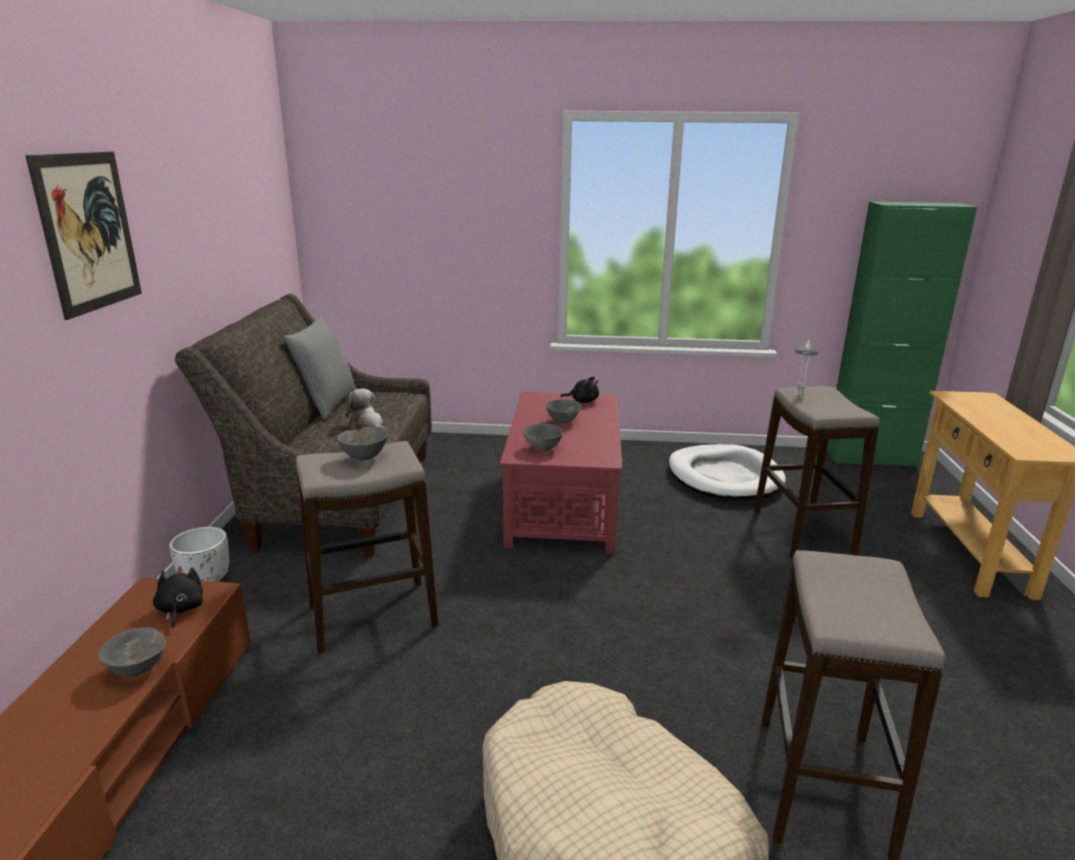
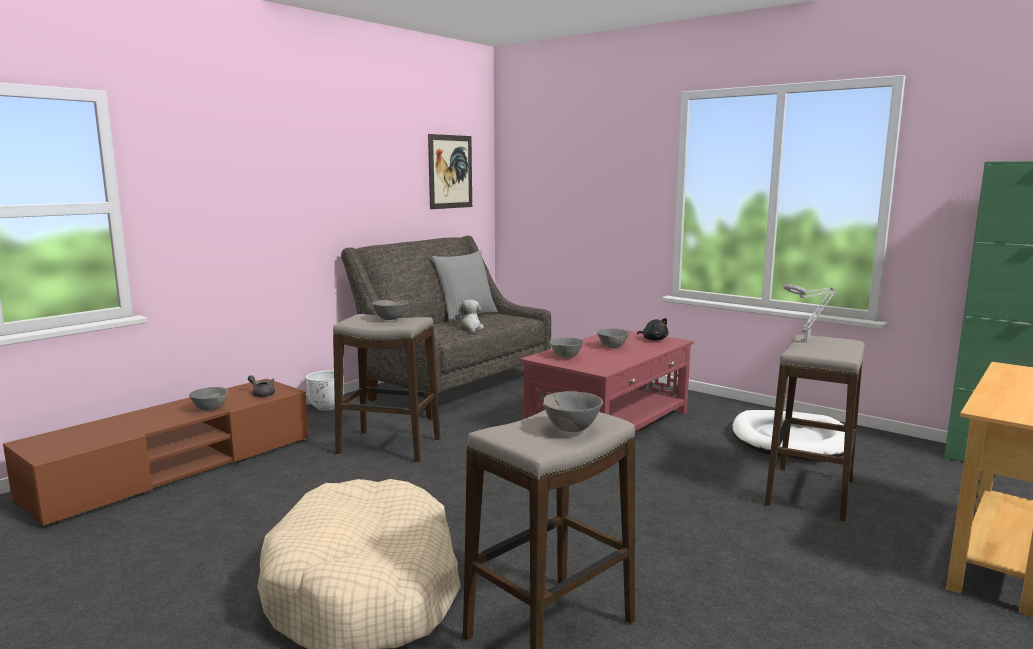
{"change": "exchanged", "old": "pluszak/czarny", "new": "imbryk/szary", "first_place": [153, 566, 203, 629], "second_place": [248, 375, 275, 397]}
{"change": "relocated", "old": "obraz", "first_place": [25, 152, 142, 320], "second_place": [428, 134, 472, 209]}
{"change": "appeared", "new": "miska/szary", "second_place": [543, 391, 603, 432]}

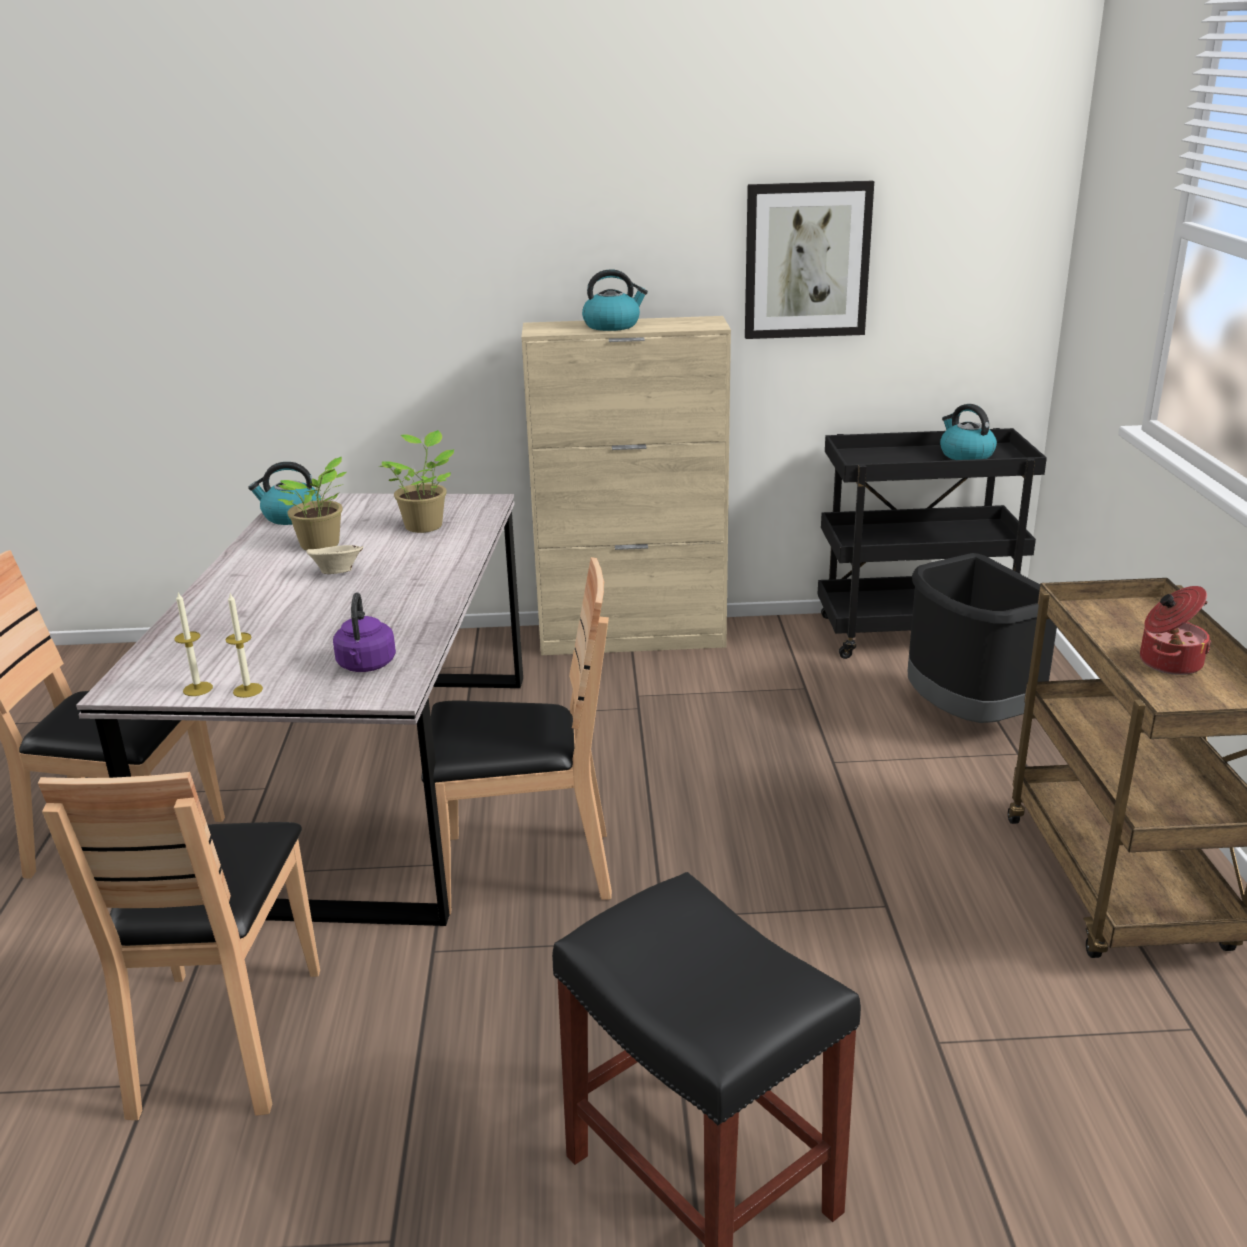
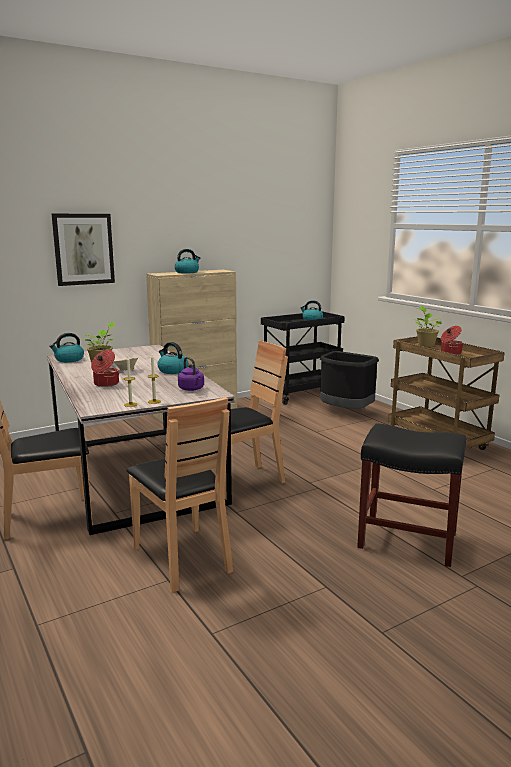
{"change": "relocated", "old": "obraz", "first_place": [745, 181, 874, 339], "second_place": [52, 214, 115, 286]}
{"change": "appeared", "new": "garnek", "second_place": [91, 350, 119, 387]}
{"change": "appeared", "new": "czajnik", "second_place": [158, 342, 189, 374]}
{"change": "relocated", "old": "roślina doniczkowa", "first_place": [379, 430, 455, 533], "second_place": [414, 306, 442, 347]}

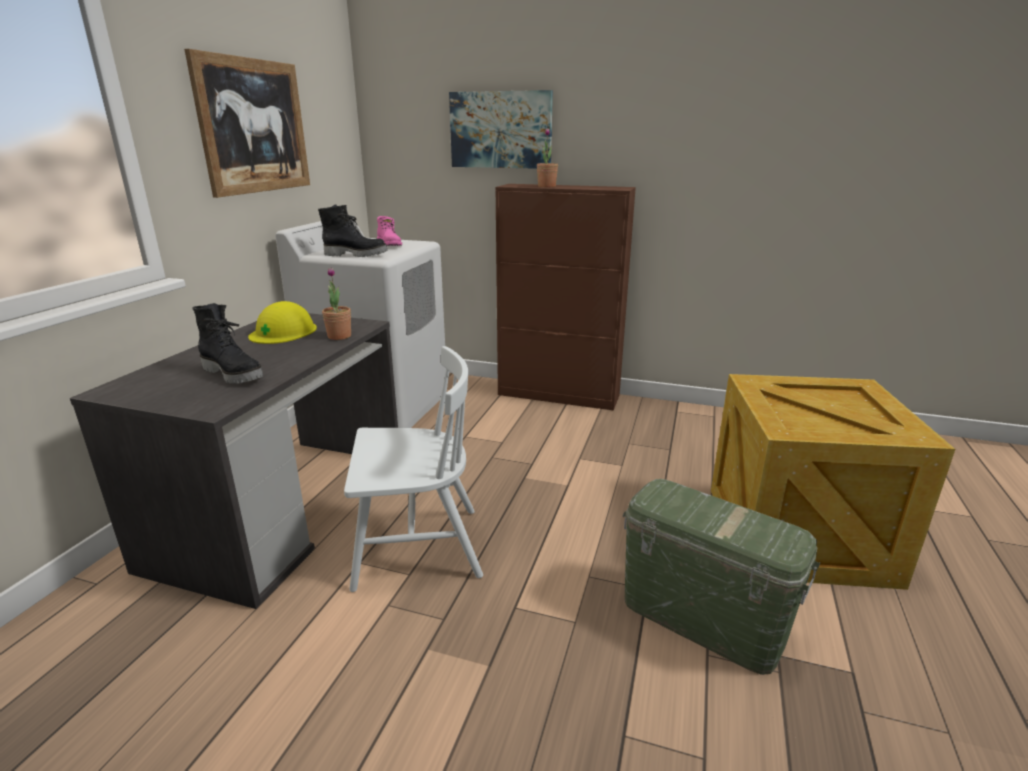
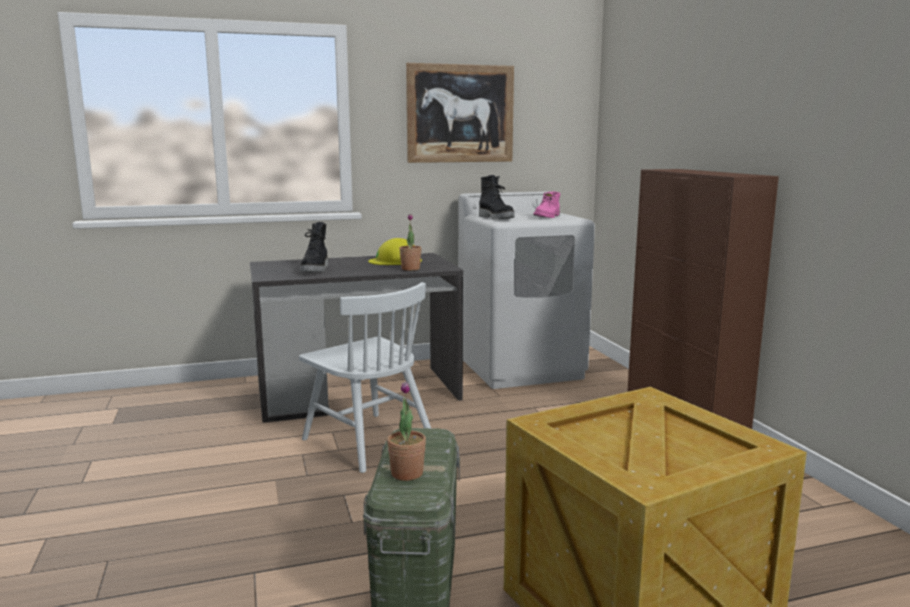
{"change": "relocated", "old": "roślina doniczkowa", "first_place": [537, 128, 558, 187], "second_place": [387, 381, 426, 481]}
{"change": "missing", "old": "obraz", "first_place": [449, 90, 553, 169]}

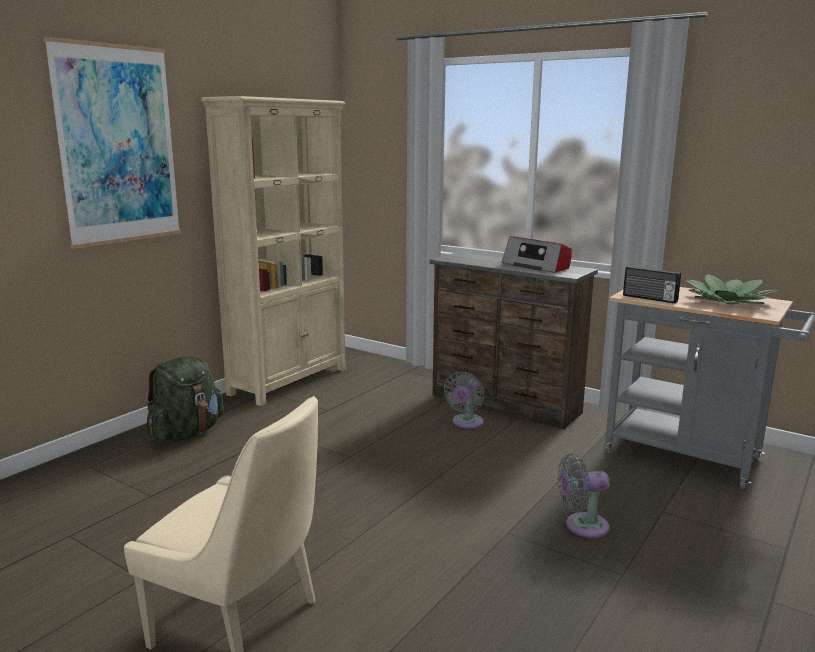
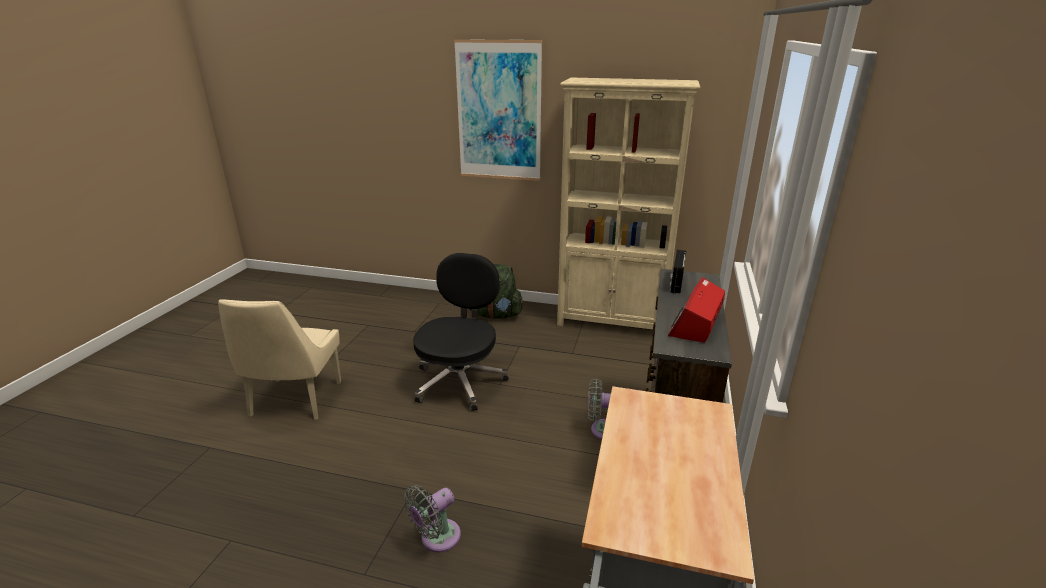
{"change": "spun", "old": "wentylator/szary", "first_place": [558, 454, 610, 538], "second_place": [404, 485, 461, 553], "degrees": -105}
{"change": "appeared", "new": "krzesło biurowe/czarny", "second_place": [413, 253, 509, 411]}
{"change": "relocated", "old": "radio", "first_place": [623, 266, 681, 303], "second_place": [670, 250, 686, 293]}
{"change": "missing", "old": "roślina doniczkowa", "first_place": [684, 273, 782, 304]}

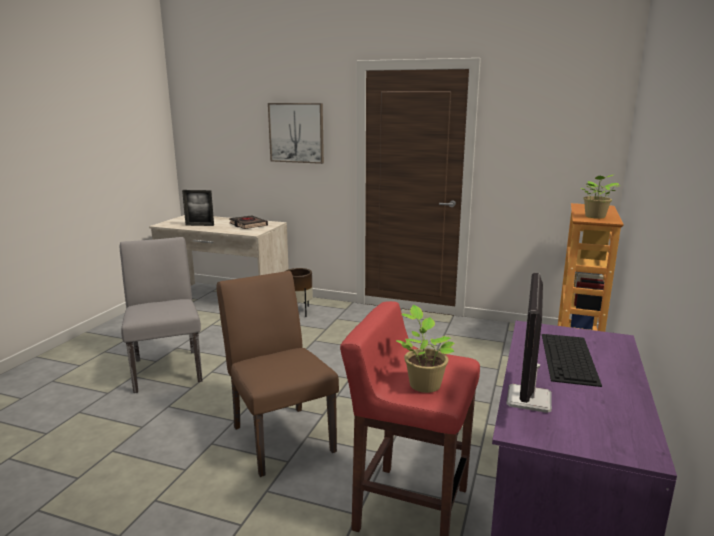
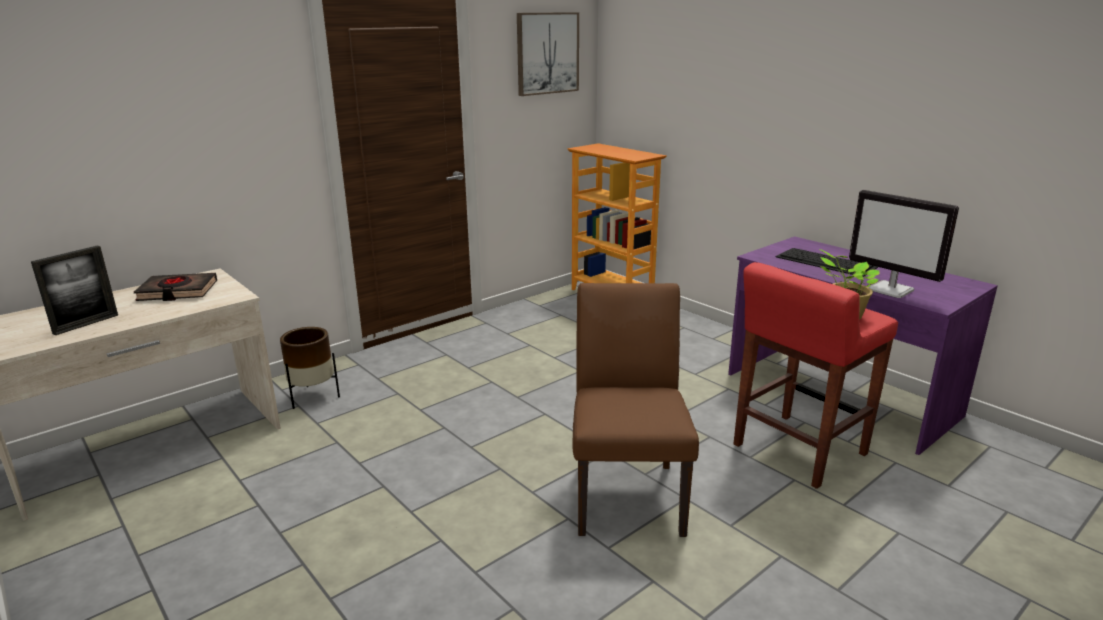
{"change": "relocated", "old": "obraz", "first_place": [268, 103, 324, 164], "second_place": [517, 12, 579, 96]}
{"change": "spun", "old": "krzesło/brązowy", "first_place": [217, 271, 339, 477], "second_place": [572, 283, 699, 537], "degrees": 90}
{"change": "missing", "old": "krzesło/szary", "first_place": [120, 237, 203, 393]}
{"change": "missing", "old": "roślina doniczkowa", "first_place": [581, 174, 622, 219]}

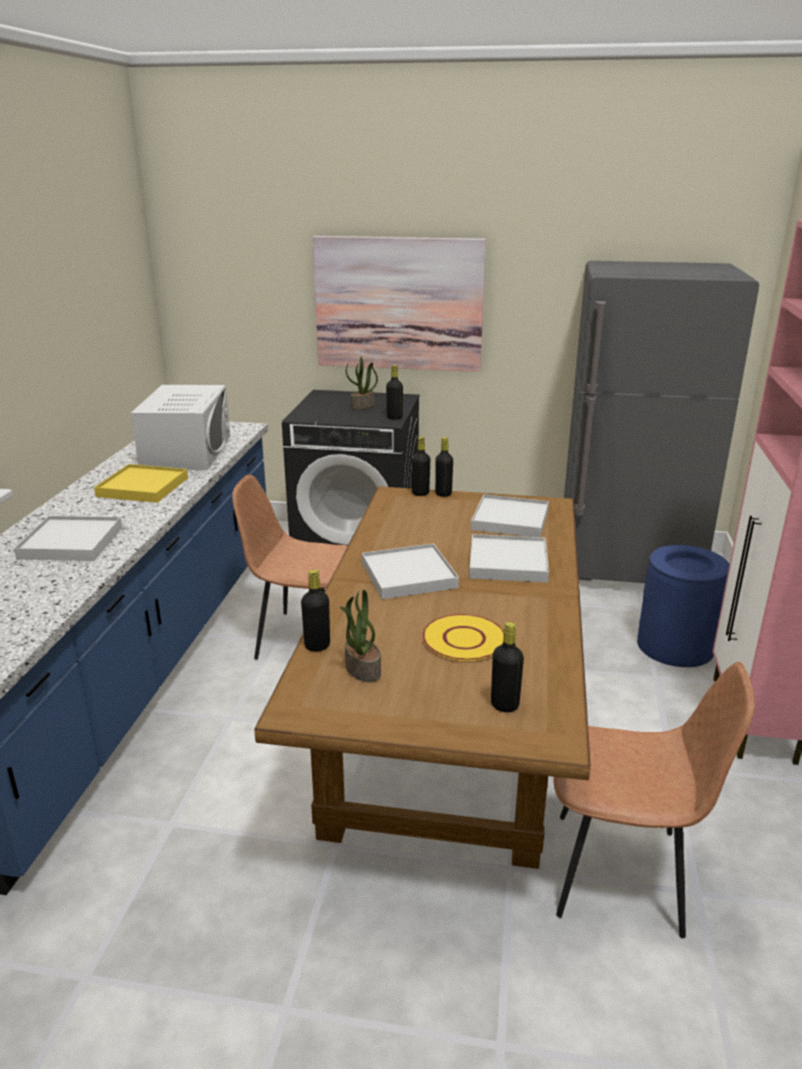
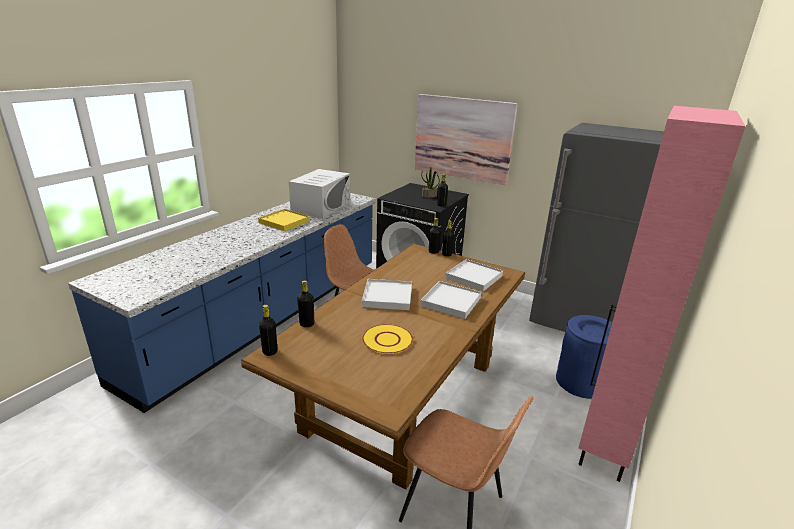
{"change": "relocated", "old": "butelka/czarny", "first_place": [491, 622, 524, 712], "second_place": [259, 305, 277, 356]}
{"change": "missing", "old": "taca/biały", "first_place": [14, 516, 122, 561]}
{"change": "missing", "old": "roślina doniczkowa", "first_place": [340, 590, 381, 682]}

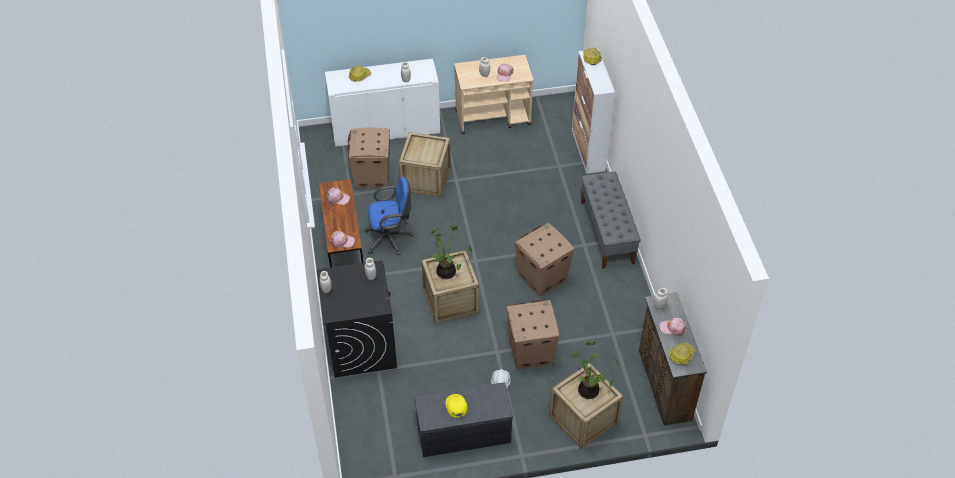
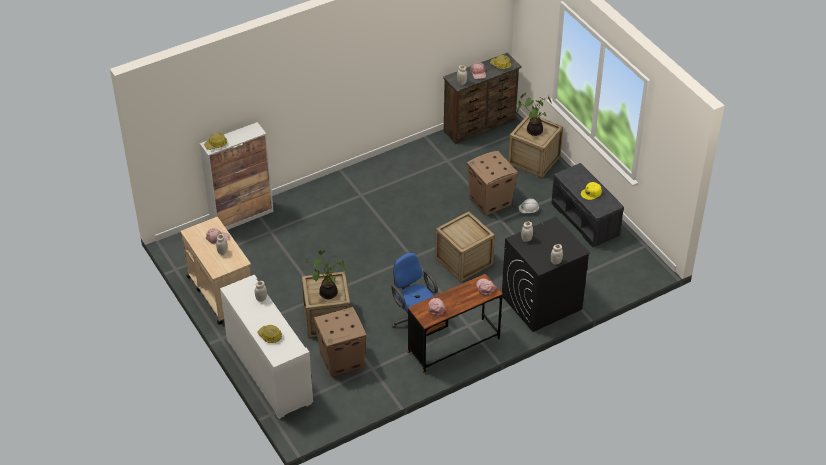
{"change": "relocated", "old": "roślina doniczkowa", "first_place": [431, 224, 473, 279], "second_place": [303, 250, 345, 299]}
{"change": "missing", "old": "karton", "first_place": [515, 223, 574, 297]}
{"change": "missing", "old": "ławka/szary", "first_place": [581, 172, 641, 269]}

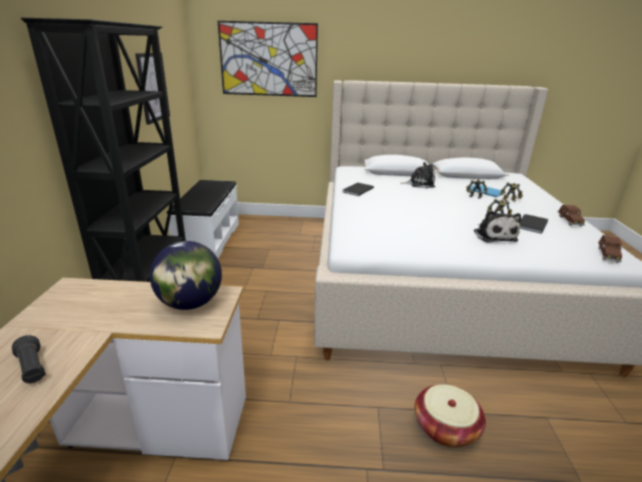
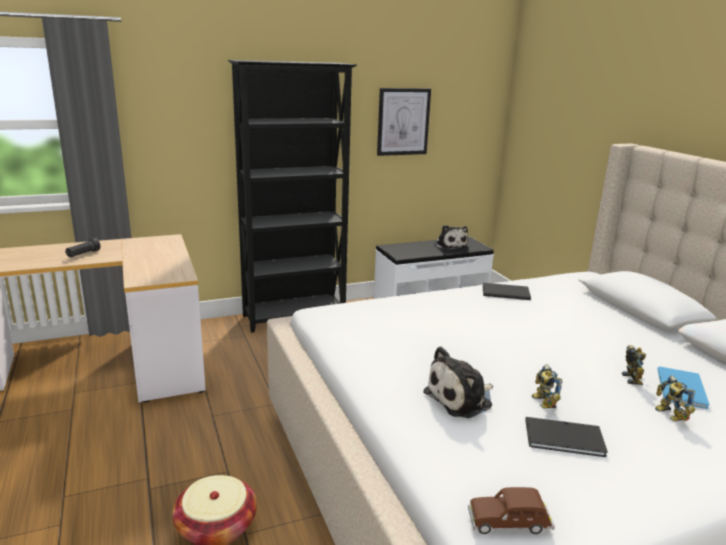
{"change": "relocated", "old": "pluszak", "first_place": [400, 162, 435, 188], "second_place": [434, 225, 468, 250]}
{"change": "missing", "old": "globus", "first_place": [150, 241, 222, 310]}
{"change": "missing", "old": "obraz", "first_place": [218, 21, 318, 97]}
{"change": "missing", "old": "samochodzik/brązowy", "first_place": [558, 205, 585, 226]}

